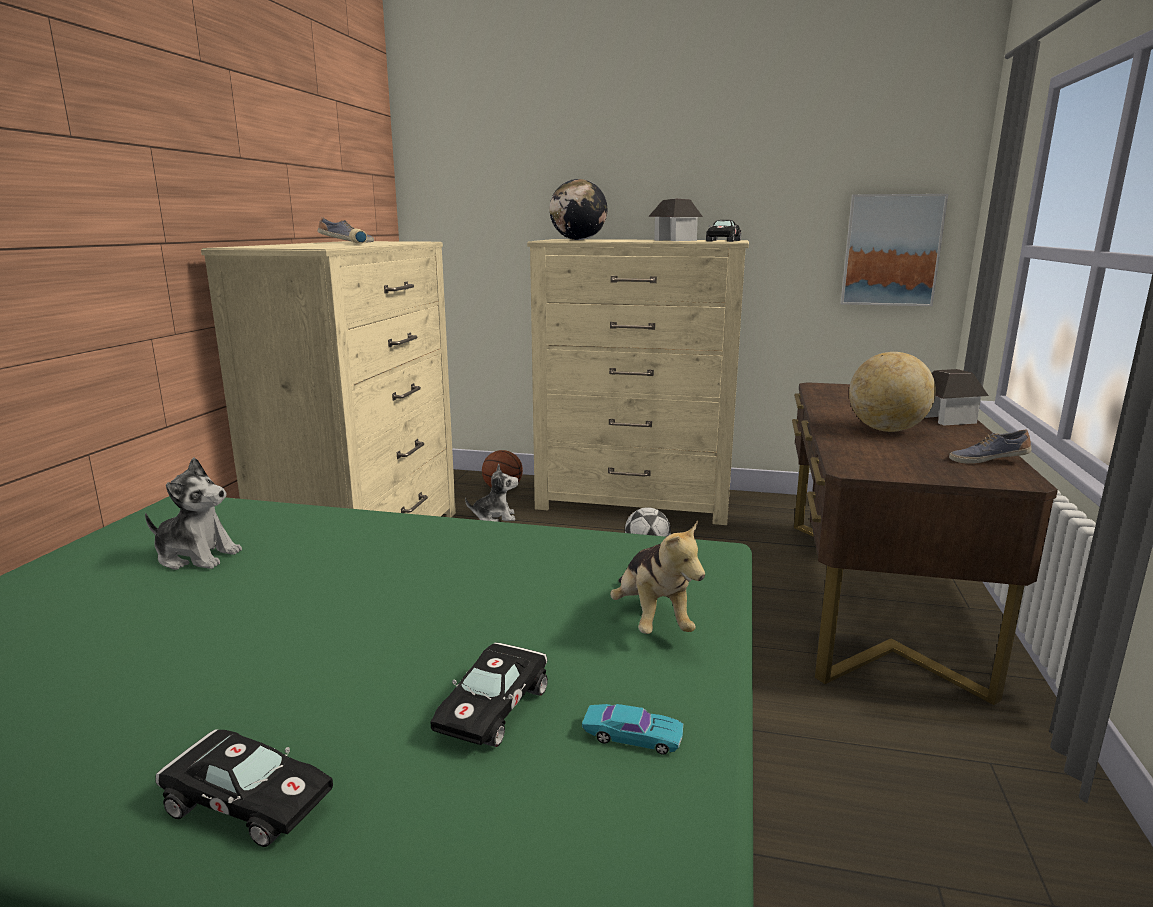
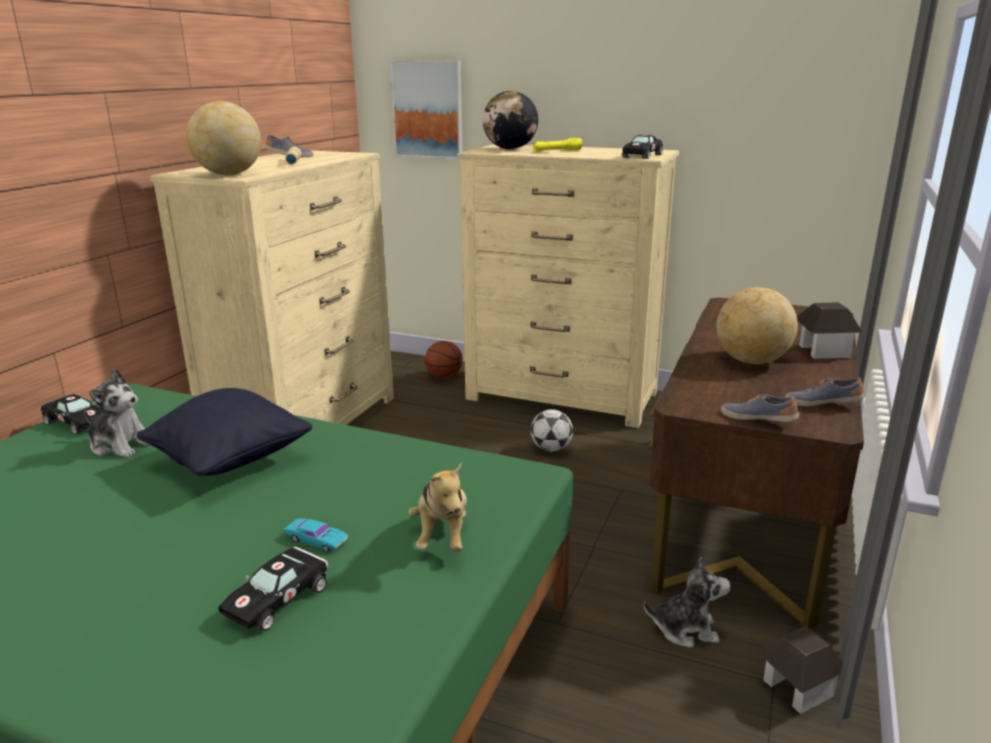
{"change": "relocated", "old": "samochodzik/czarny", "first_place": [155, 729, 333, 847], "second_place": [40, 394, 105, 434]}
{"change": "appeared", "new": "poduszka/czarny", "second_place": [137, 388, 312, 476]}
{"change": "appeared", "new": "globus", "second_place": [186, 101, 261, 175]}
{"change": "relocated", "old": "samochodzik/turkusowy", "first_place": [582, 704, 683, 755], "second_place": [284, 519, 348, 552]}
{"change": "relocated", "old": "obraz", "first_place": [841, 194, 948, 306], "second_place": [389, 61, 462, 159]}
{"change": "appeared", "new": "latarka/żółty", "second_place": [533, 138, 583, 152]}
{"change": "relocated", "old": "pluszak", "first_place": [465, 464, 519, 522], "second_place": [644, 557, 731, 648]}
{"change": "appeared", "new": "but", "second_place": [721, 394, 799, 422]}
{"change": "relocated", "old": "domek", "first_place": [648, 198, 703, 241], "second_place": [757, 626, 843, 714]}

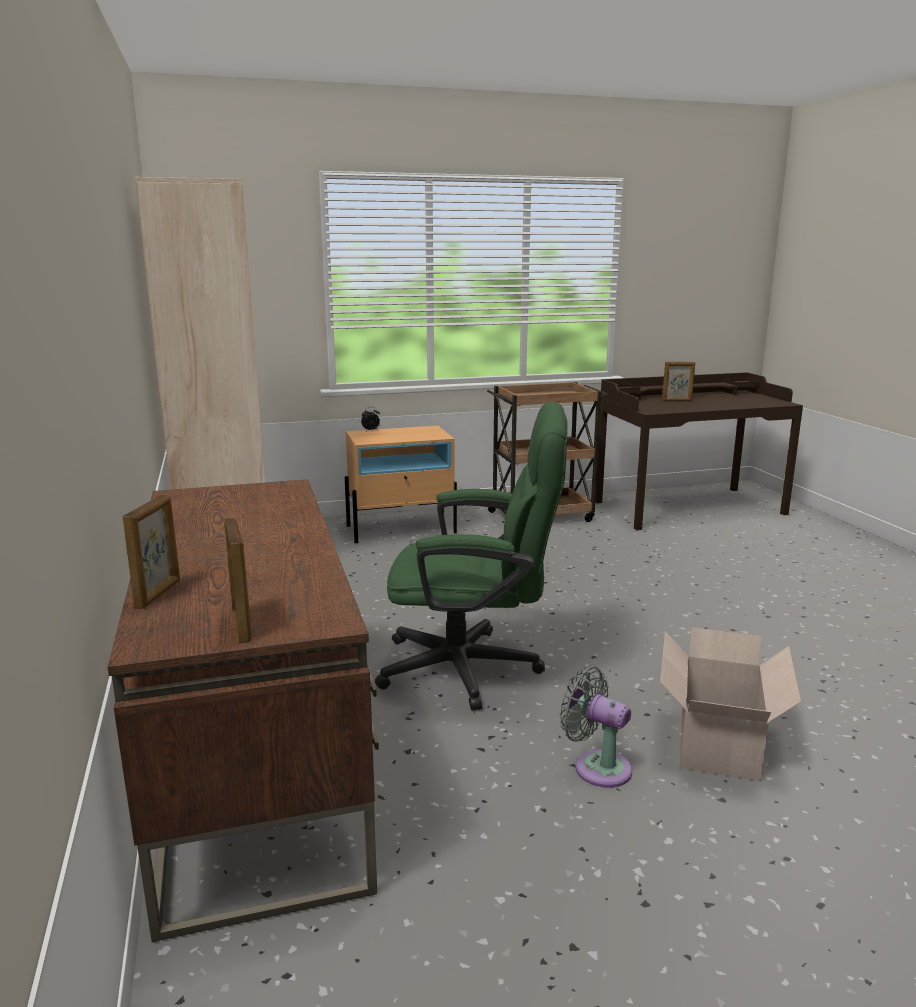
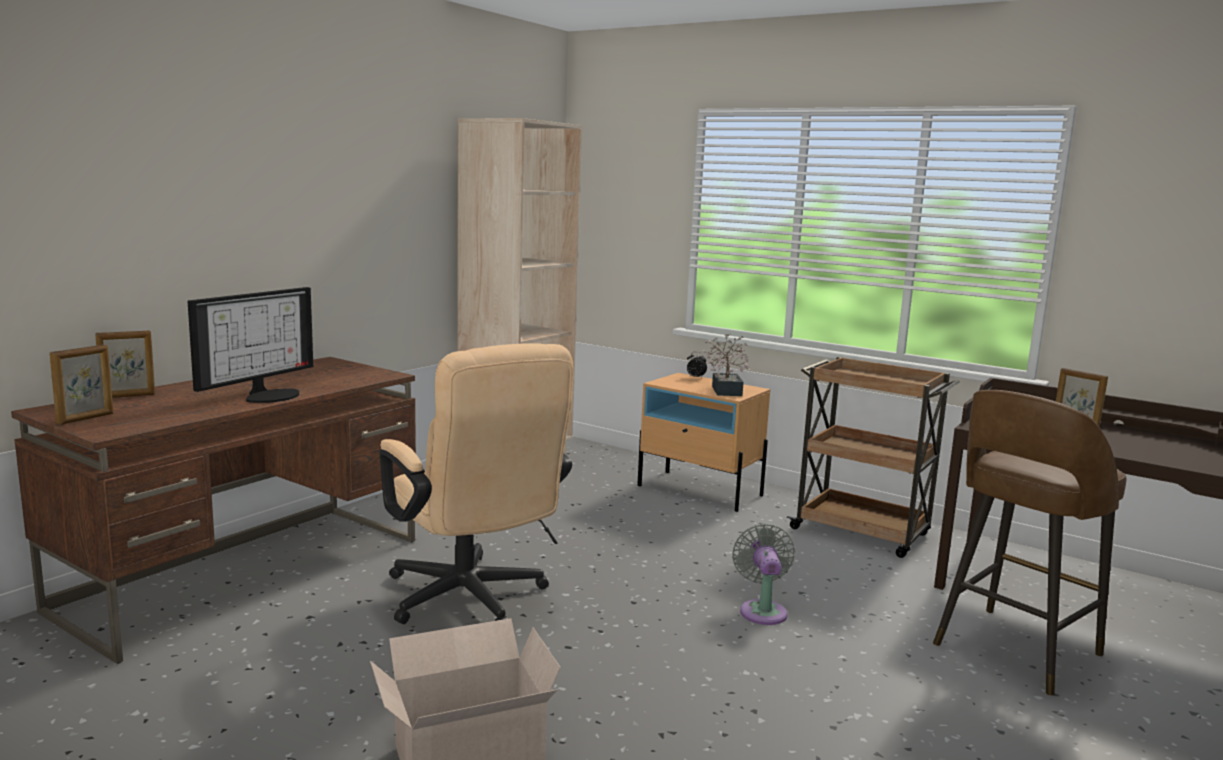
{"change": "appeared", "new": "monitor", "second_place": [188, 287, 313, 403]}
{"change": "colour", "old": "krzesło biurowe/zielony", "new": "krzesło biurowe/beżowy", "first_place": [375, 402, 568, 710], "second_place": [379, 344, 573, 624]}
{"change": "appeared", "new": "roślina doniczkowa", "second_place": [703, 334, 751, 396]}
{"change": "relocated", "old": "wentylator/szary", "first_place": [560, 667, 632, 788], "second_place": [732, 524, 795, 625]}
{"change": "appeared", "new": "stołek/brązowy", "second_place": [933, 390, 1127, 696]}

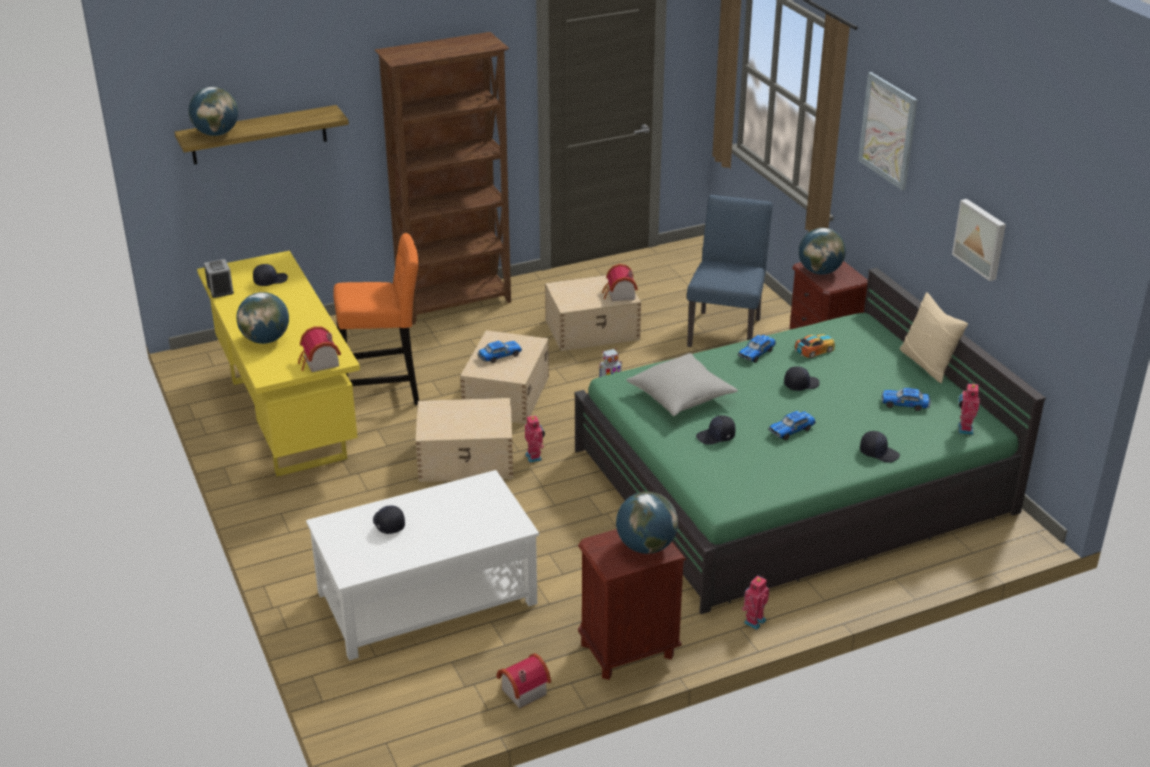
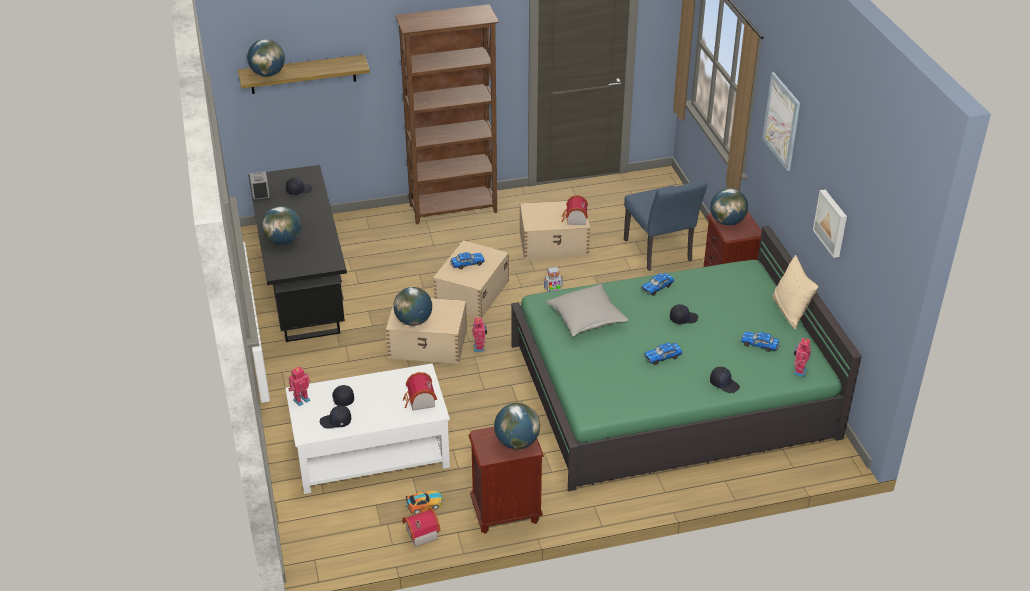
{"change": "colour", "old": "biurko/żółty", "new": "biurko/czarny", "first_place": [197, 251, 360, 477], "second_place": [248, 165, 347, 342]}
{"change": "relocated", "old": "robot zabawkowy", "first_place": [742, 576, 769, 630], "second_place": [288, 366, 310, 406]}
{"change": "relocated", "old": "czapka z daszkiem/czarny", "first_place": [696, 415, 736, 445], "second_place": [320, 405, 351, 429]}
{"change": "appeared", "new": "globus", "second_place": [393, 287, 432, 326]}
{"change": "relocated", "old": "domek", "first_place": [298, 326, 341, 372], "second_place": [403, 372, 437, 411]}
{"change": "relocated", "old": "samochodzik", "first_place": [795, 334, 835, 358], "second_place": [406, 491, 443, 514]}
{"change": "spun", "old": "krzesło/niebieski", "first_place": [687, 195, 773, 347], "second_place": [624, 179, 707, 271], "degrees": 135}
{"change": "missing", "old": "stołek/pomarańczowy", "first_place": [333, 233, 419, 405]}

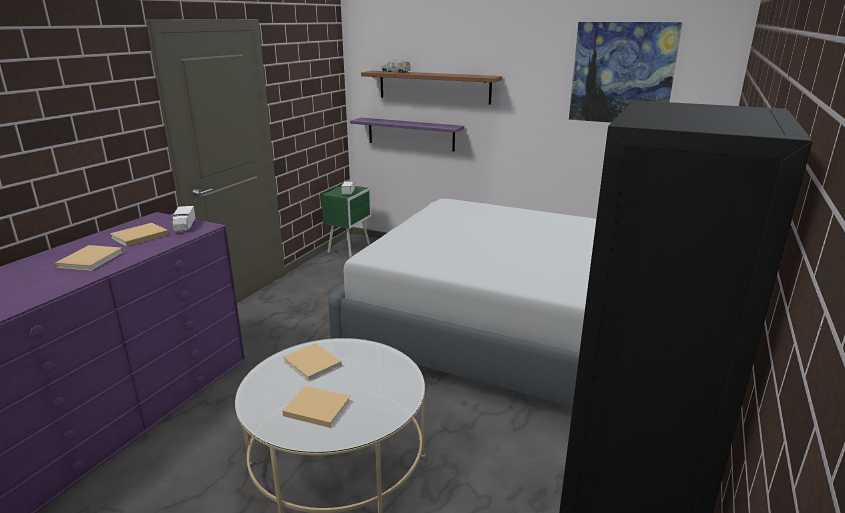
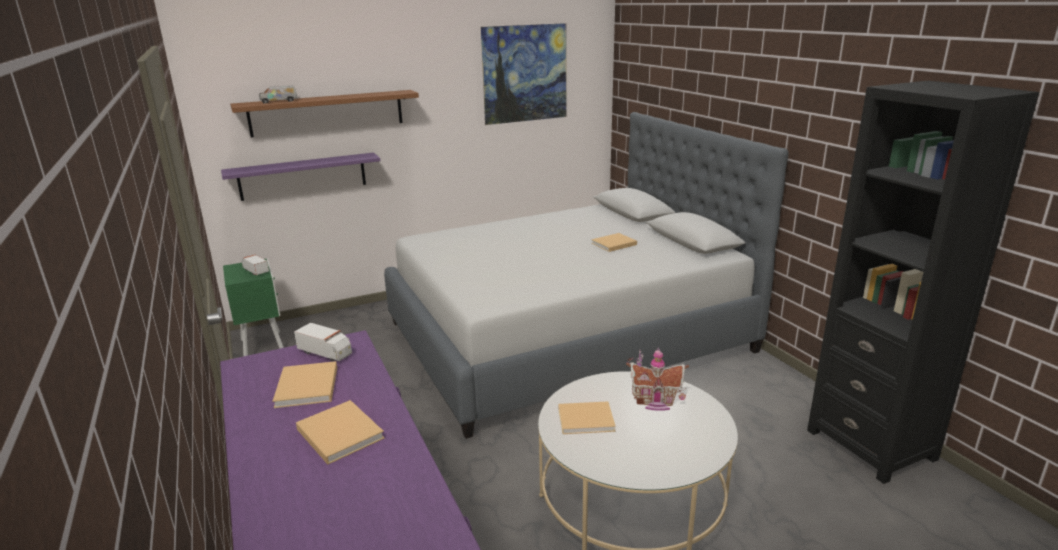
{"change": "relocated", "old": "książka/beżowy", "first_place": [283, 386, 351, 428], "second_place": [591, 233, 637, 252]}
{"change": "appeared", "new": "domek", "second_place": [626, 347, 689, 411]}

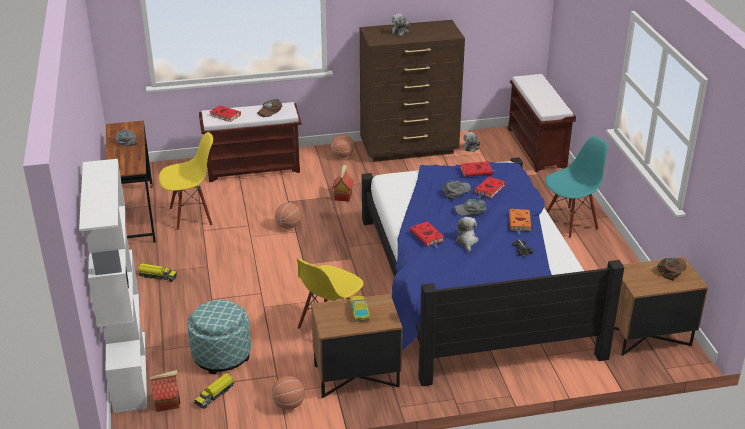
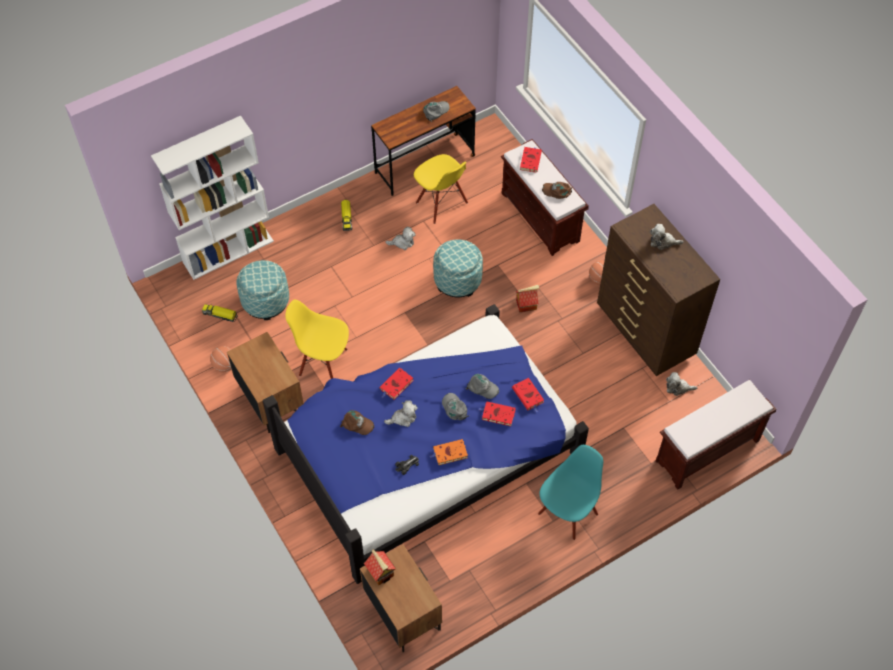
{"change": "relocated", "old": "czapka z daszkiem/brązowy", "first_place": [657, 258, 687, 281], "second_place": [340, 410, 374, 435]}
{"change": "relocated", "old": "domek", "first_place": [149, 370, 180, 412], "second_place": [364, 549, 396, 585]}
{"change": "appeared", "new": "pluszak", "second_place": [385, 227, 416, 250]}
{"change": "exchanged", "old": "piłka do koszykówki", "new": "pufa", "first_place": [275, 202, 301, 229], "second_place": [433, 239, 483, 297]}
{"change": "spun", "old": "krzesło/turkusowy", "first_place": [545, 136, 609, 238], "second_place": [538, 445, 603, 540], "degrees": -90}
{"change": "missing", "old": "samochodzik", "first_place": [349, 296, 370, 322]}

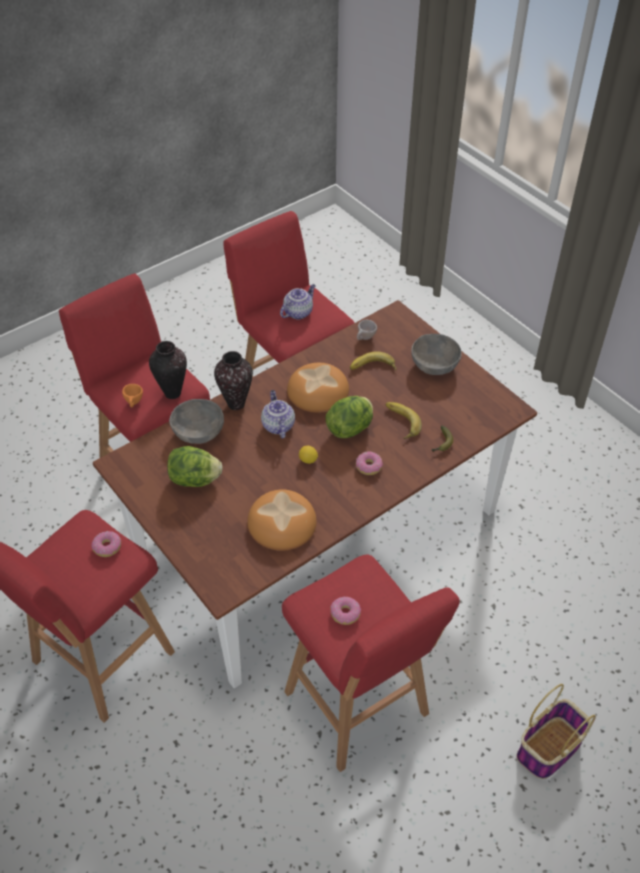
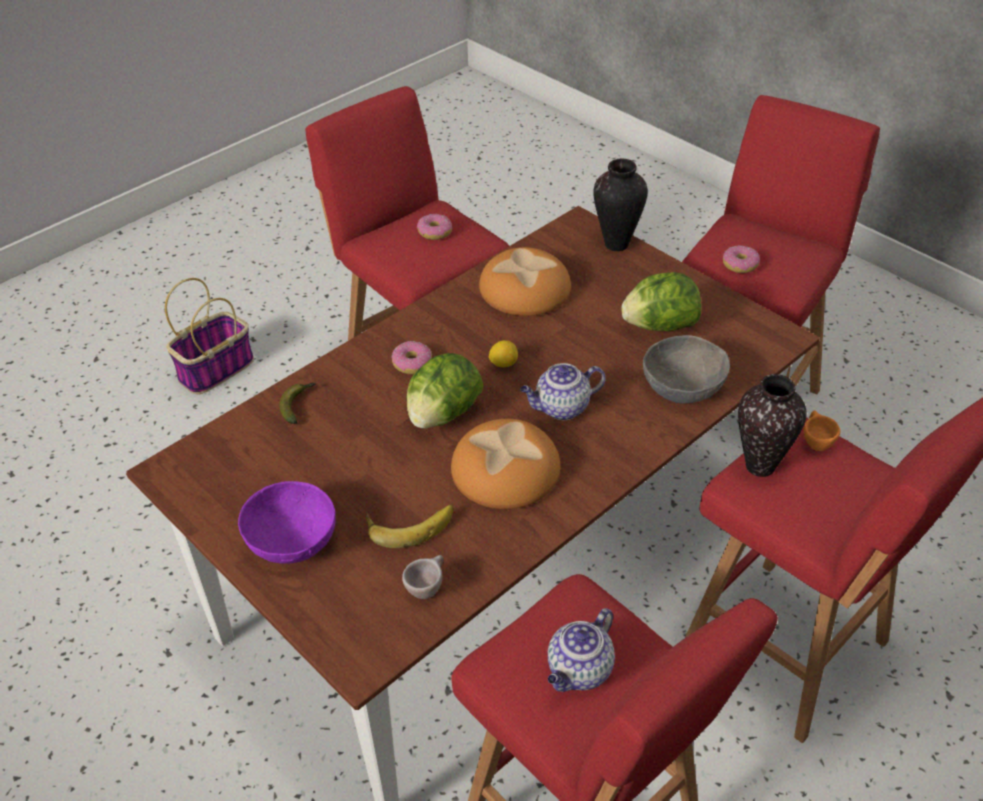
{"change": "colour", "old": "miska/szary", "new": "miska/fioletowy", "first_place": [411, 334, 462, 375], "second_place": [238, 481, 336, 564]}
{"change": "spun", "old": "imbryk", "first_place": [261, 390, 295, 438], "second_place": [520, 363, 606, 420], "degrees": 90}
{"change": "relocated", "old": "wazon", "first_place": [214, 351, 253, 410], "second_place": [593, 158, 648, 251]}
{"change": "missing", "old": "banan", "first_place": [386, 402, 422, 439]}

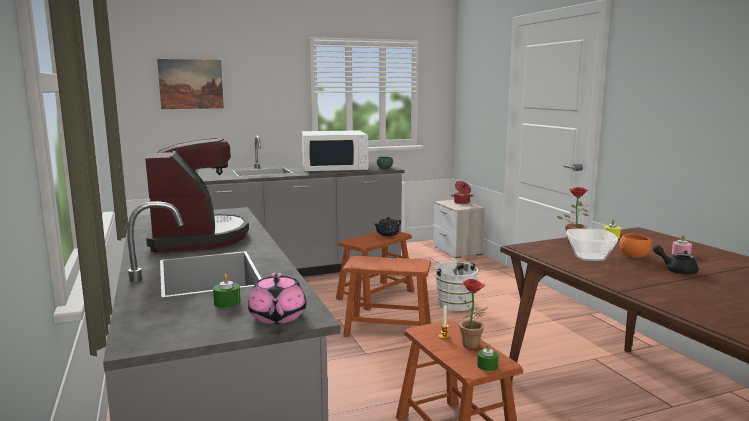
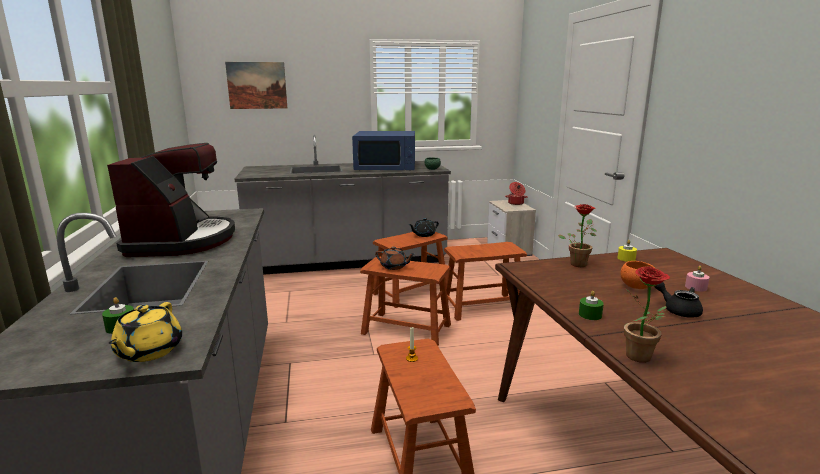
{"change": "colour", "old": "imbryk/różowy", "new": "imbryk/żółty", "first_place": [248, 273, 306, 324], "second_place": [108, 302, 182, 362]}
{"change": "colour", "old": "mikrofalówka/biały", "new": "mikrofalówka/niebieski", "first_place": [302, 130, 368, 172], "second_place": [352, 131, 415, 170]}
{"change": "appeared", "new": "imbryk/brązowy", "second_place": [375, 247, 414, 270]}
{"change": "exchanged", "old": "wiadro/biały", "new": "stołek/brązowy", "first_place": [433, 259, 478, 311], "second_place": [444, 242, 527, 321]}
{"change": "relocated", "old": "świeca/zielony", "first_place": [477, 343, 499, 371], "second_place": [579, 291, 604, 320]}
{"change": "relocated", "old": "roślina doniczkowa", "first_place": [458, 279, 488, 349], "second_place": [624, 266, 670, 363]}
{"change": "missing", "old": "miska", "first_place": [566, 229, 618, 261]}

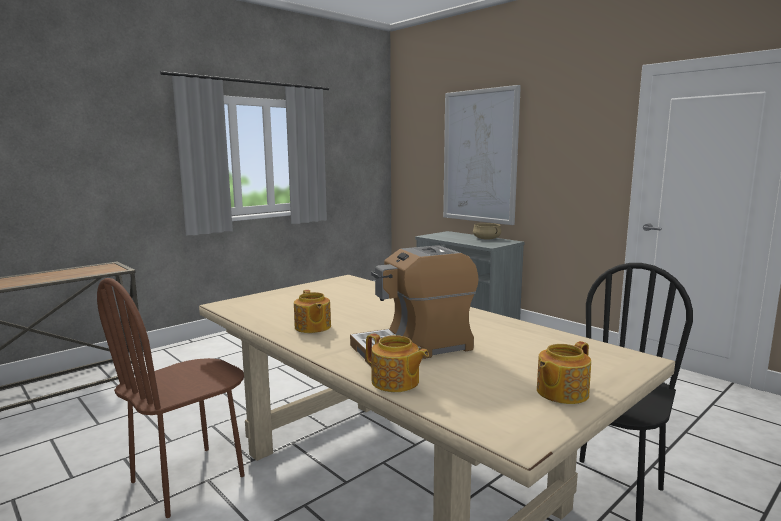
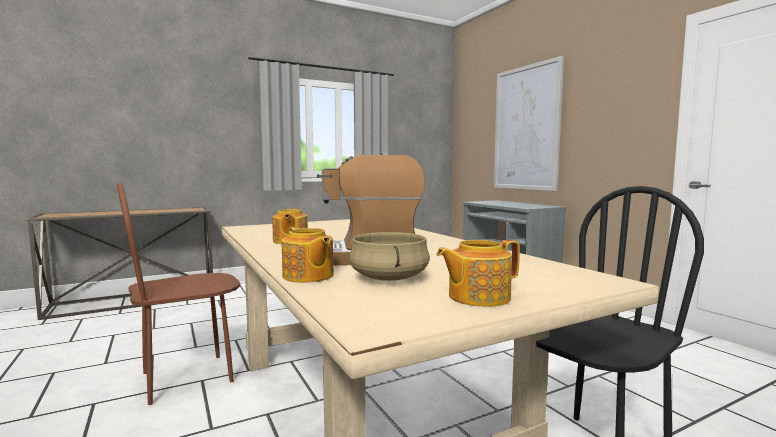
{"change": "relocated", "old": "garnek/beżowy", "first_place": [473, 223, 501, 240], "second_place": [349, 232, 430, 281]}

